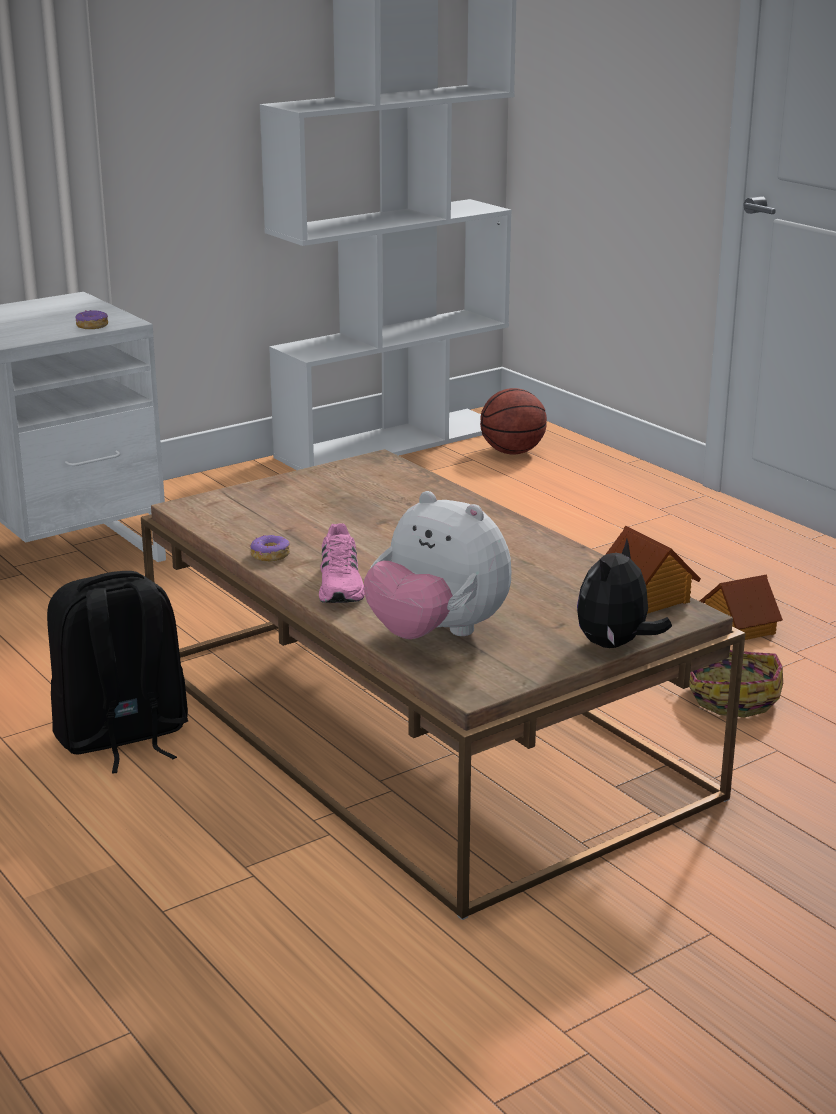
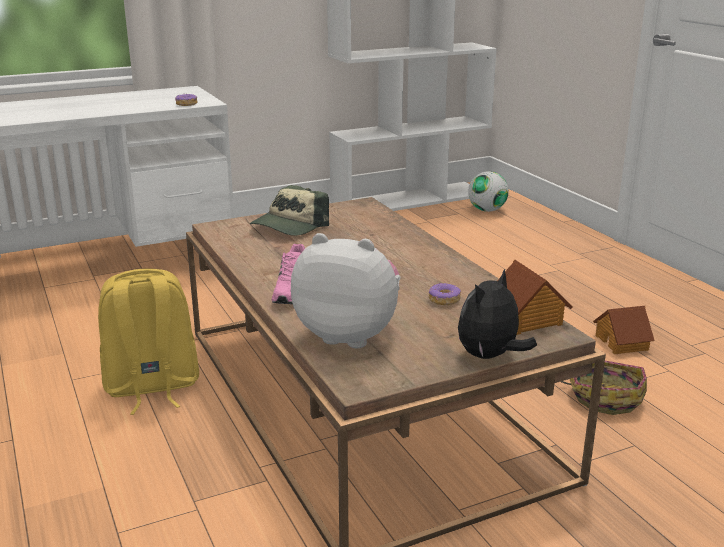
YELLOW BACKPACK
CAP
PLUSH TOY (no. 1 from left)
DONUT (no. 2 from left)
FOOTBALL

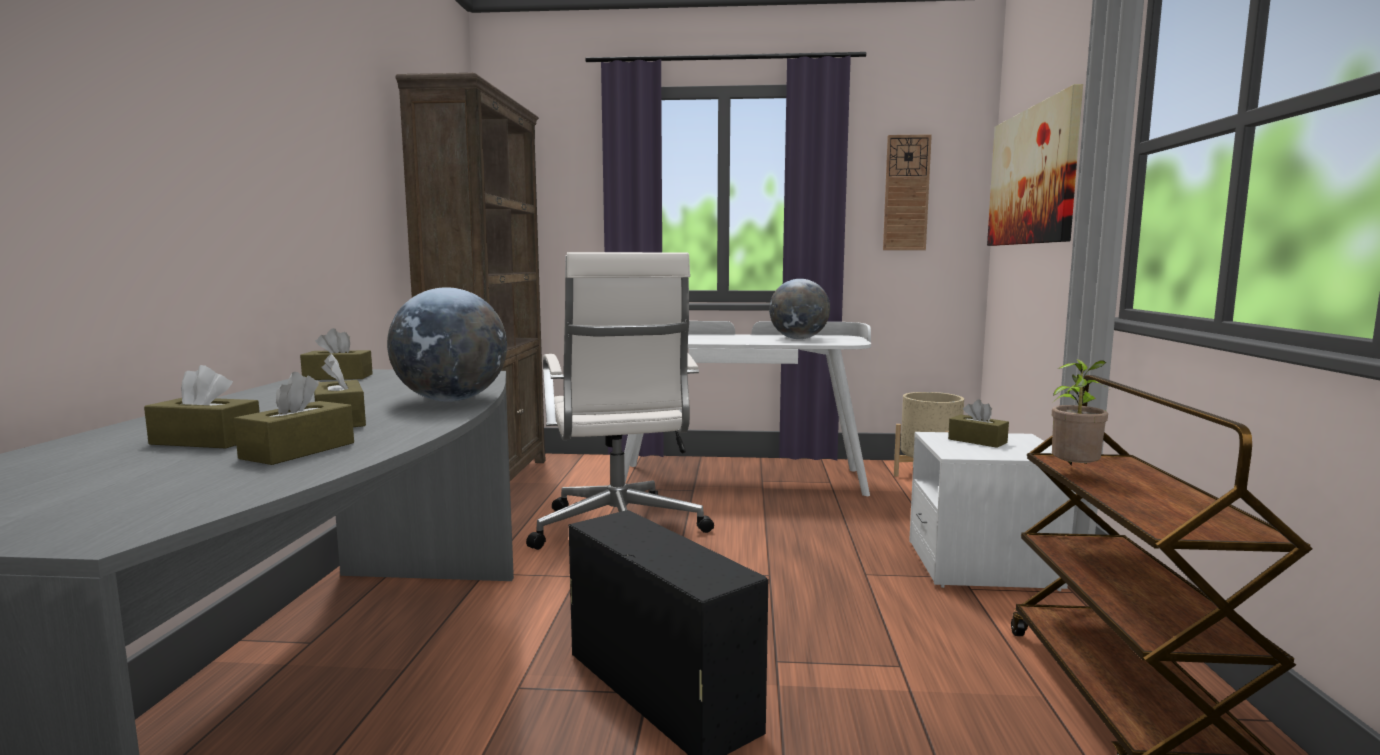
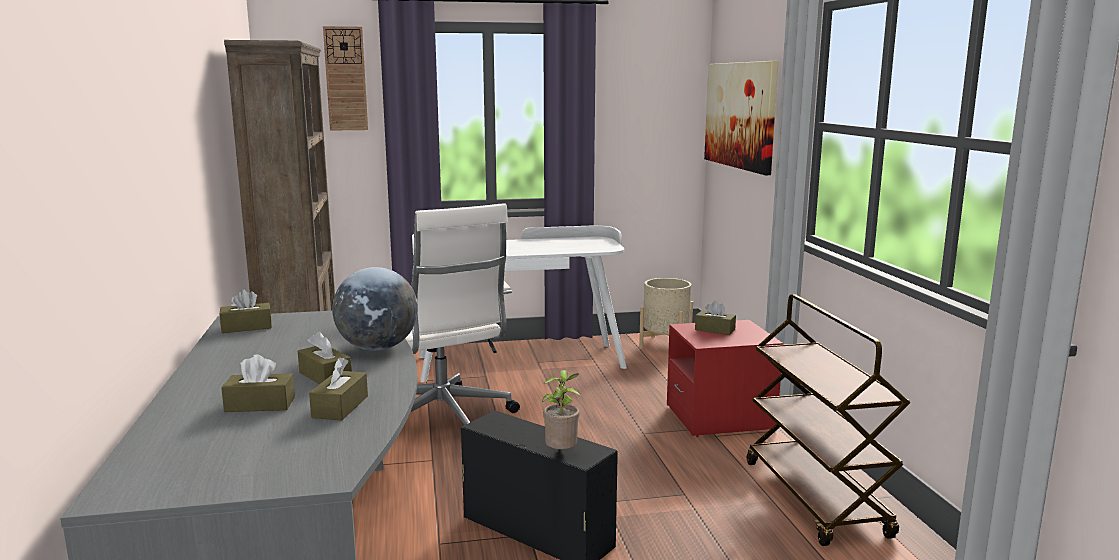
WALL CLOCK
POTTED PLANT
RED NIGHTSTAND
GLOBE (no. 2 from left in the first image)

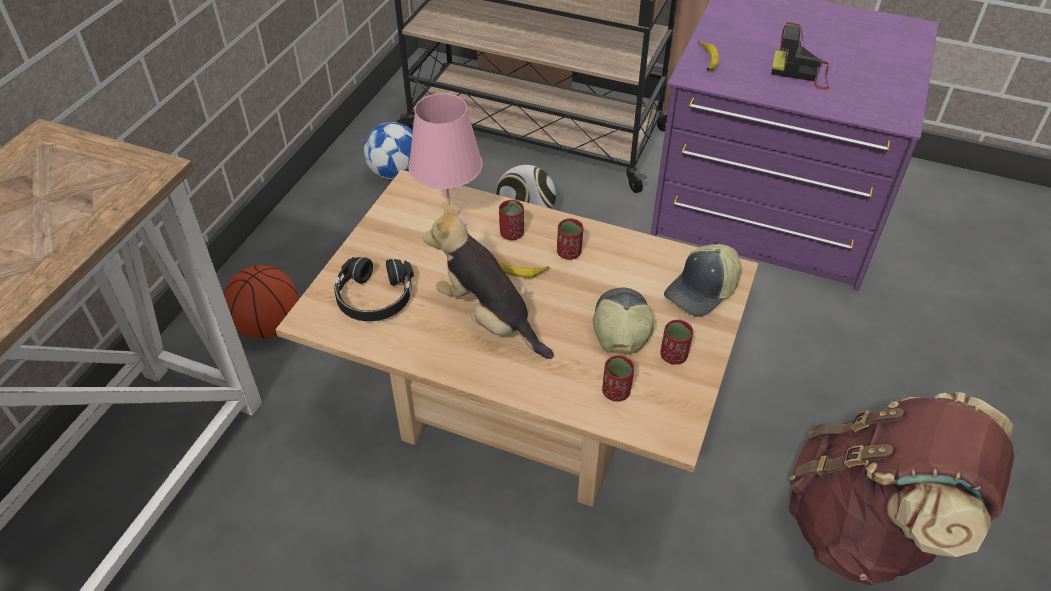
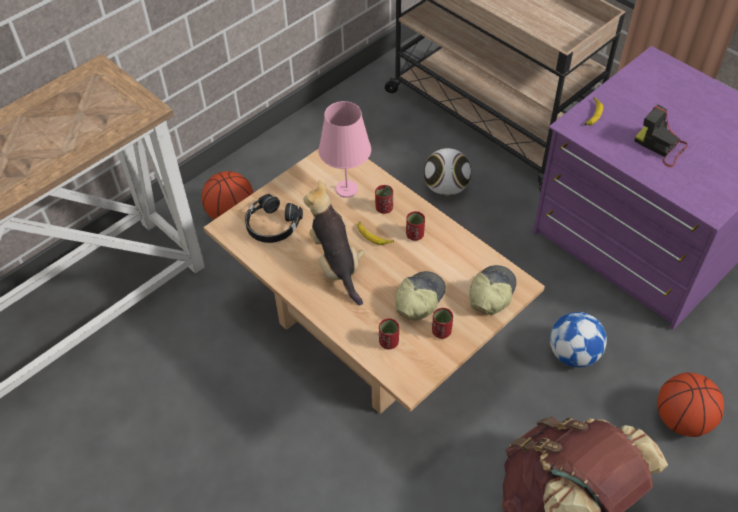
CAP (no. 2 from left)
FOOTBALL (no. 2 from left)
BASKETBALL (no. 2 from left)

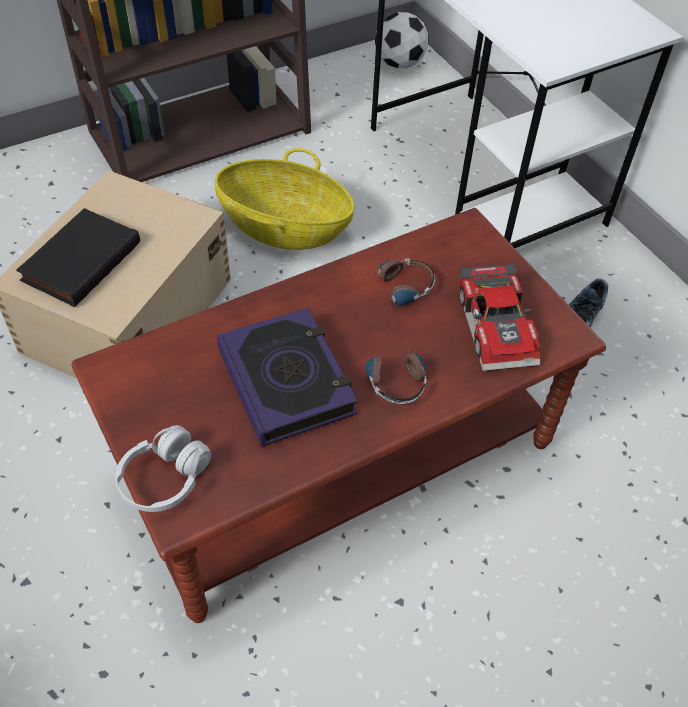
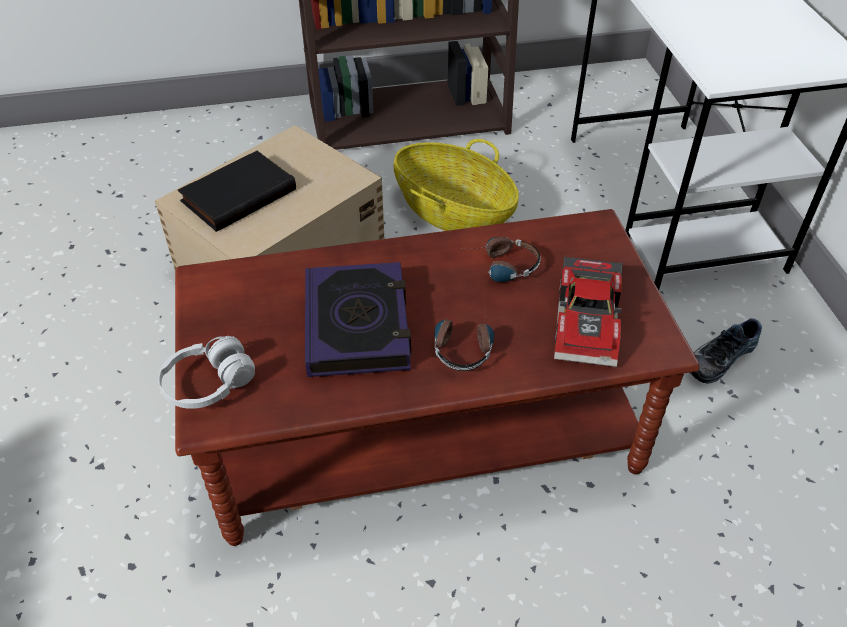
FOOTBALL

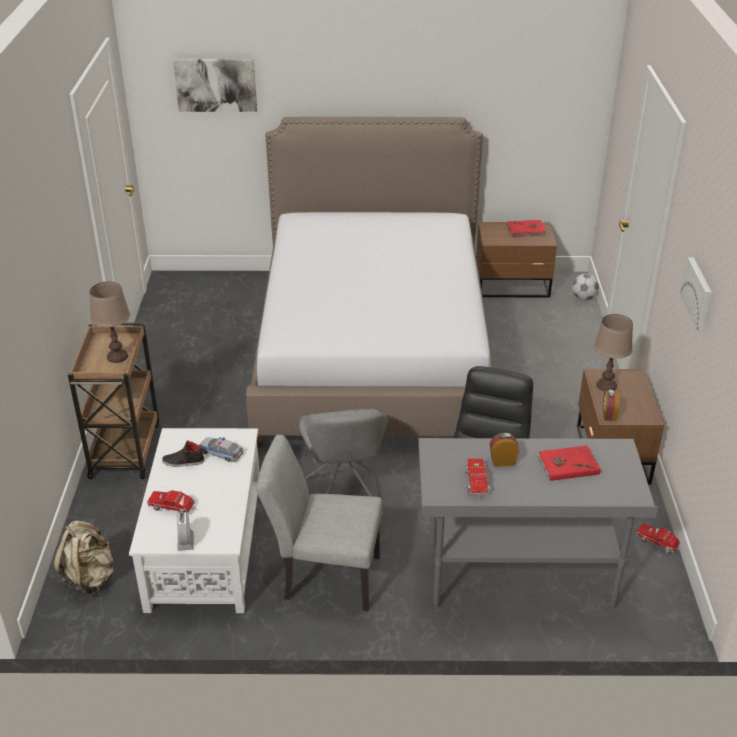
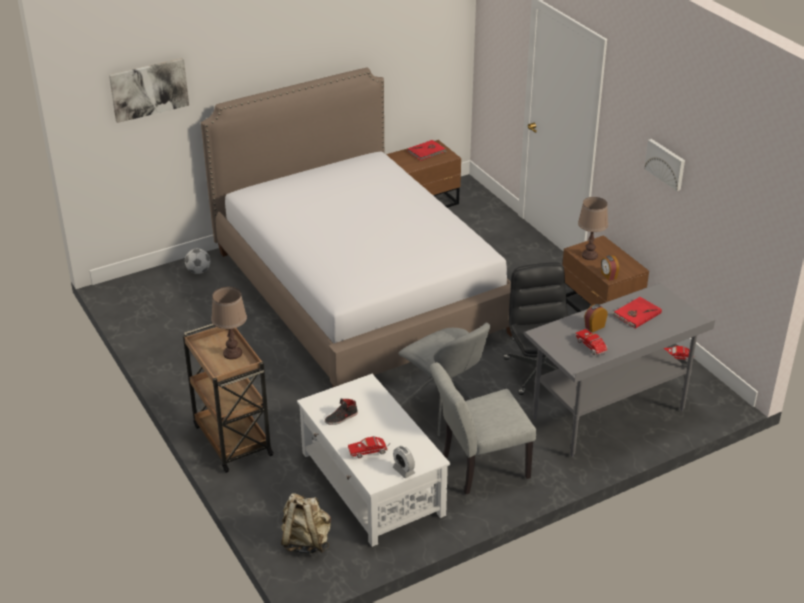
FOOTBALL
TOY CAR

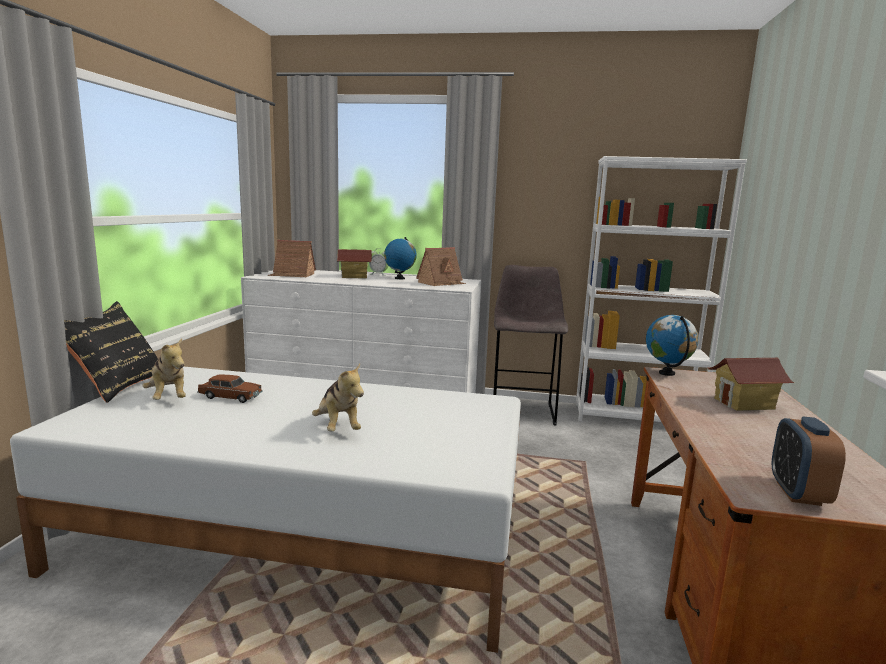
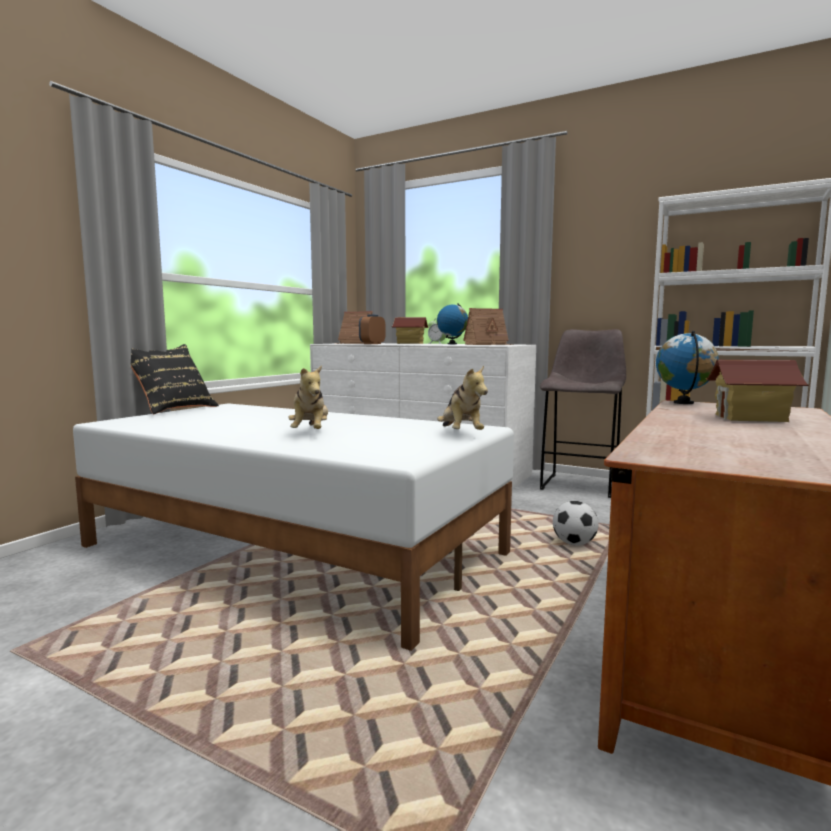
ALARM CLOCK (no. 1 from left)
PLUSH TOY (no. 2 from left)
FOOTBALL
BROWN TOY CAR

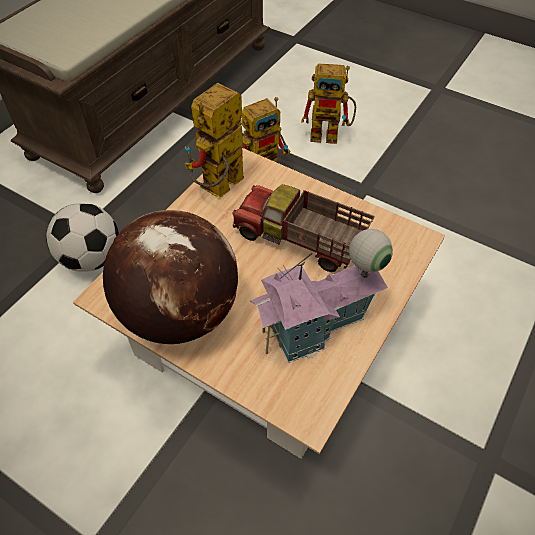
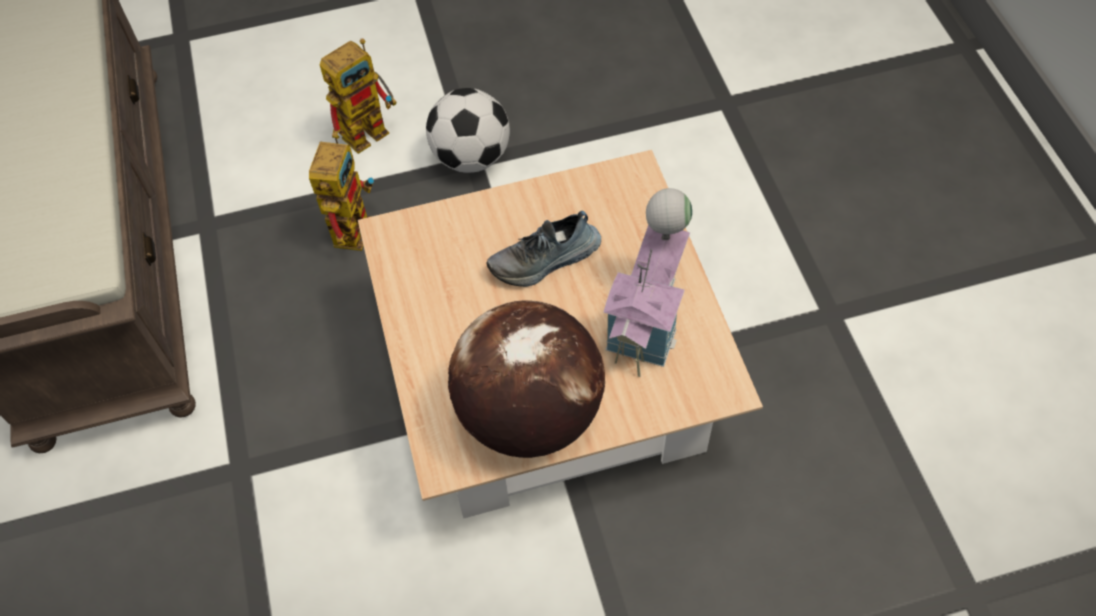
FOOTBALL
SHOE
TOY ROBOT (no. 1 from left in the first image)

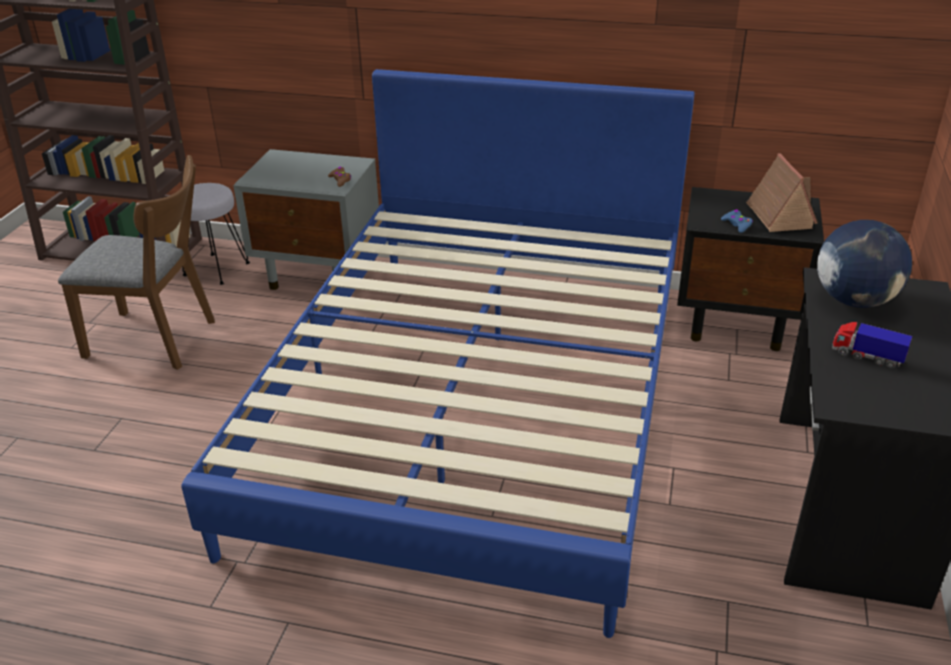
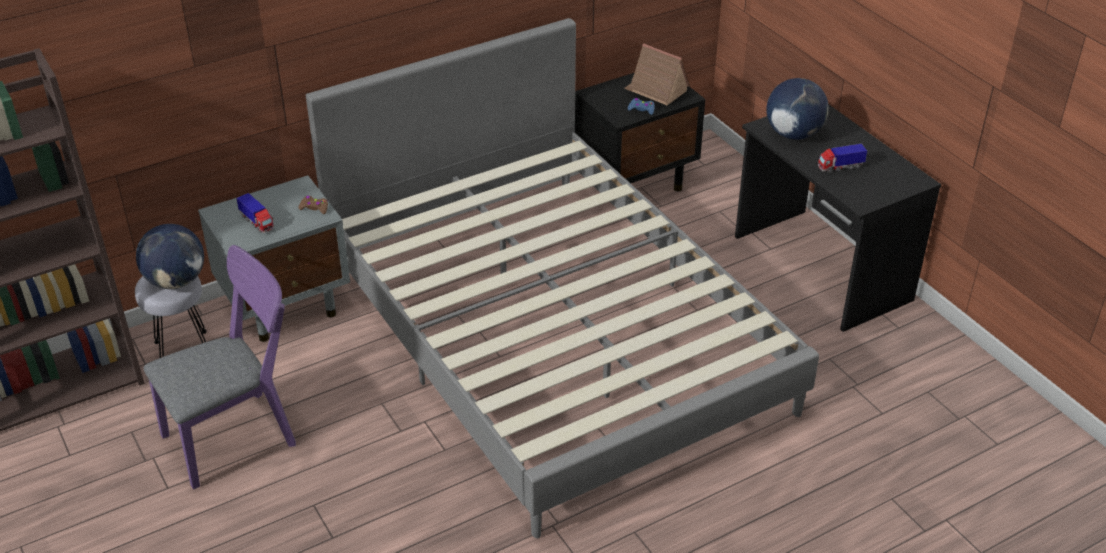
GLOBE (no. 1 from left)
PURPLE CHAIR
TOY TRUCK (no. 1 from left)
GREY BED

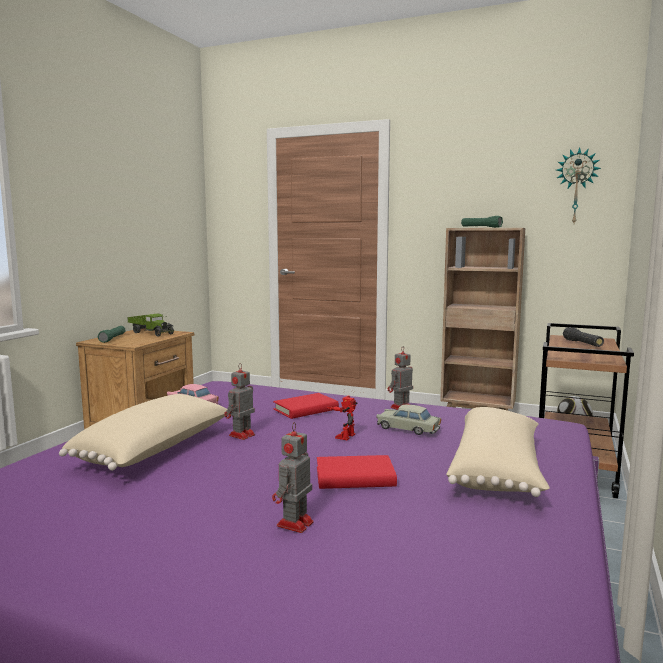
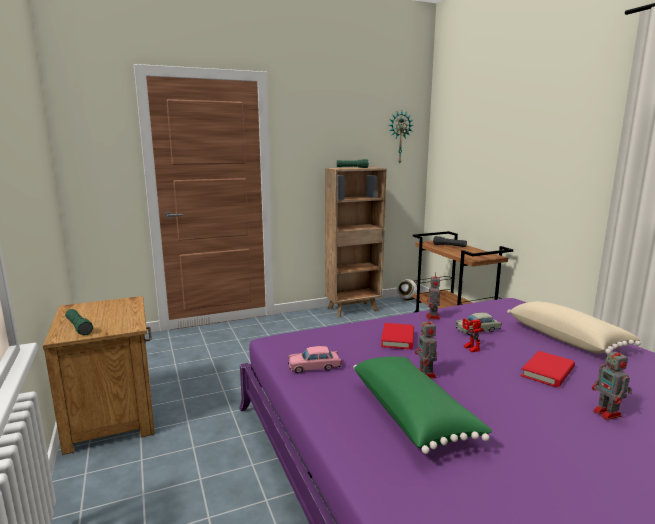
GREEN PILLOW
TOY TRUCK

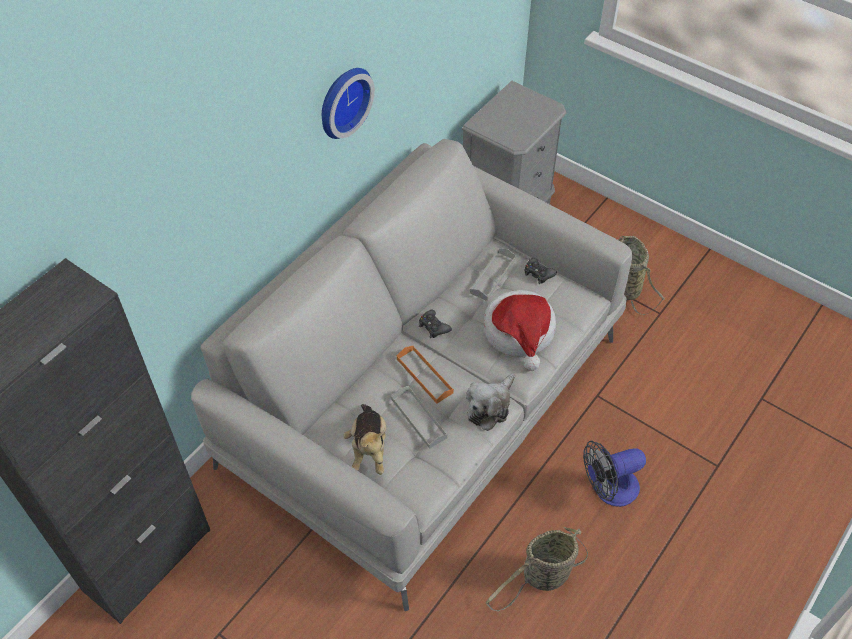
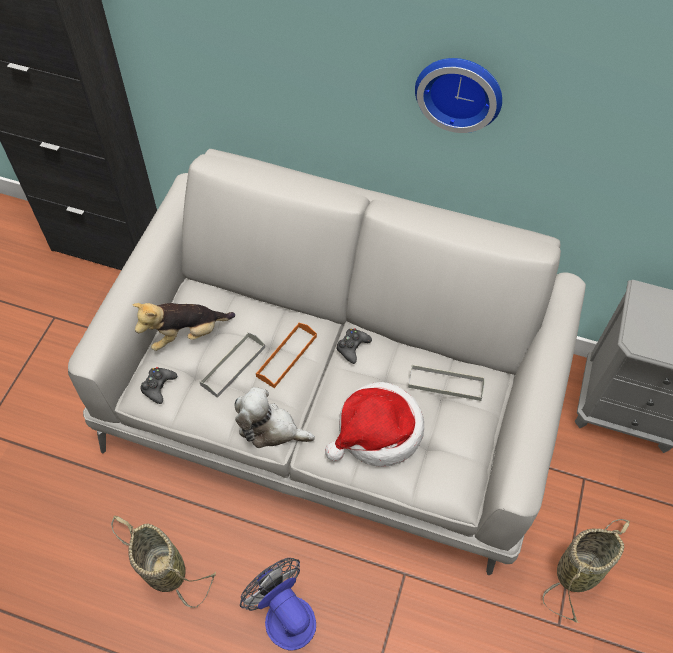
BLACK GAME CONTROLLER (no. 1 from left)

